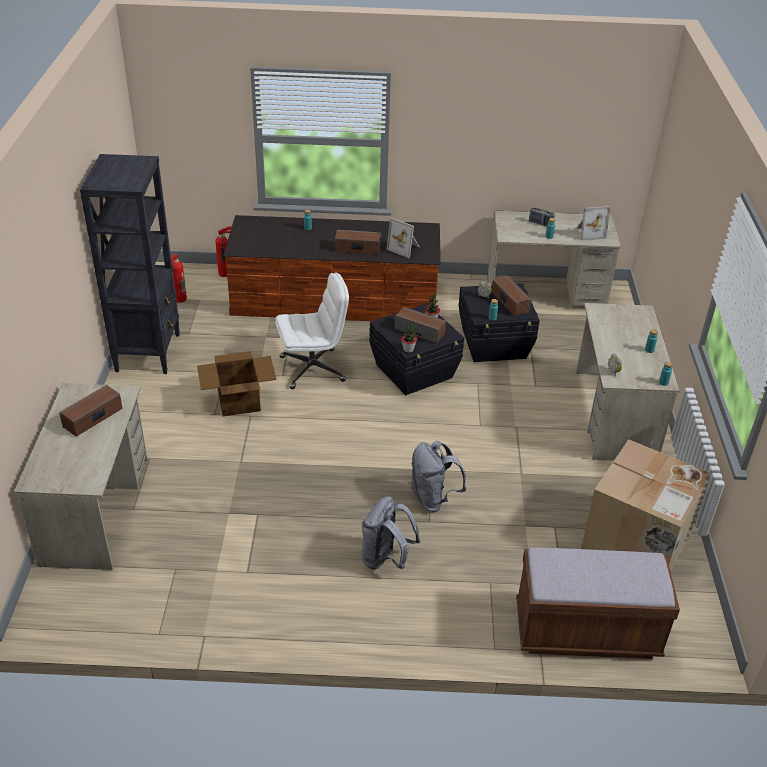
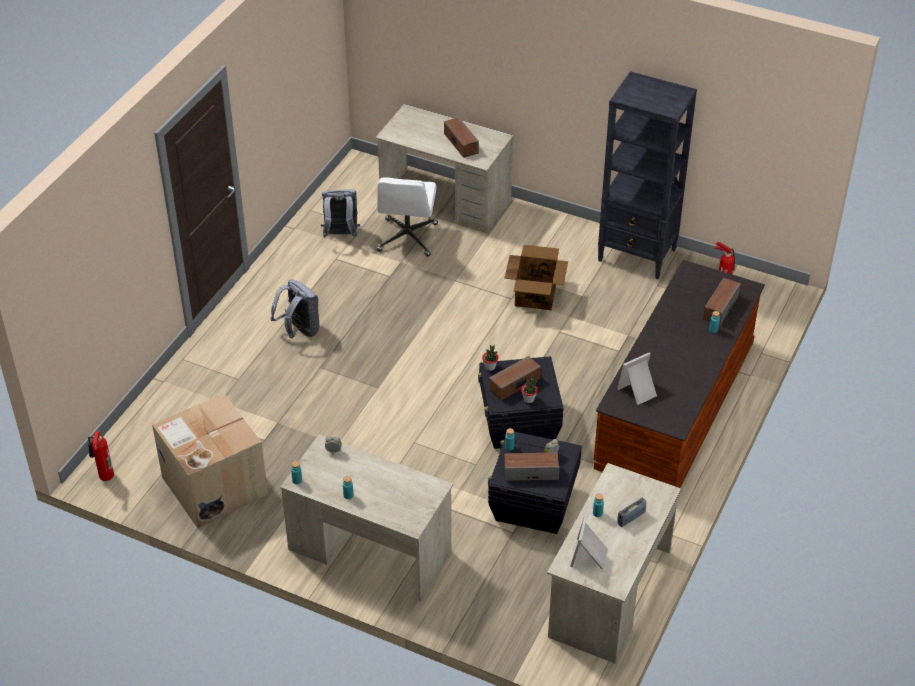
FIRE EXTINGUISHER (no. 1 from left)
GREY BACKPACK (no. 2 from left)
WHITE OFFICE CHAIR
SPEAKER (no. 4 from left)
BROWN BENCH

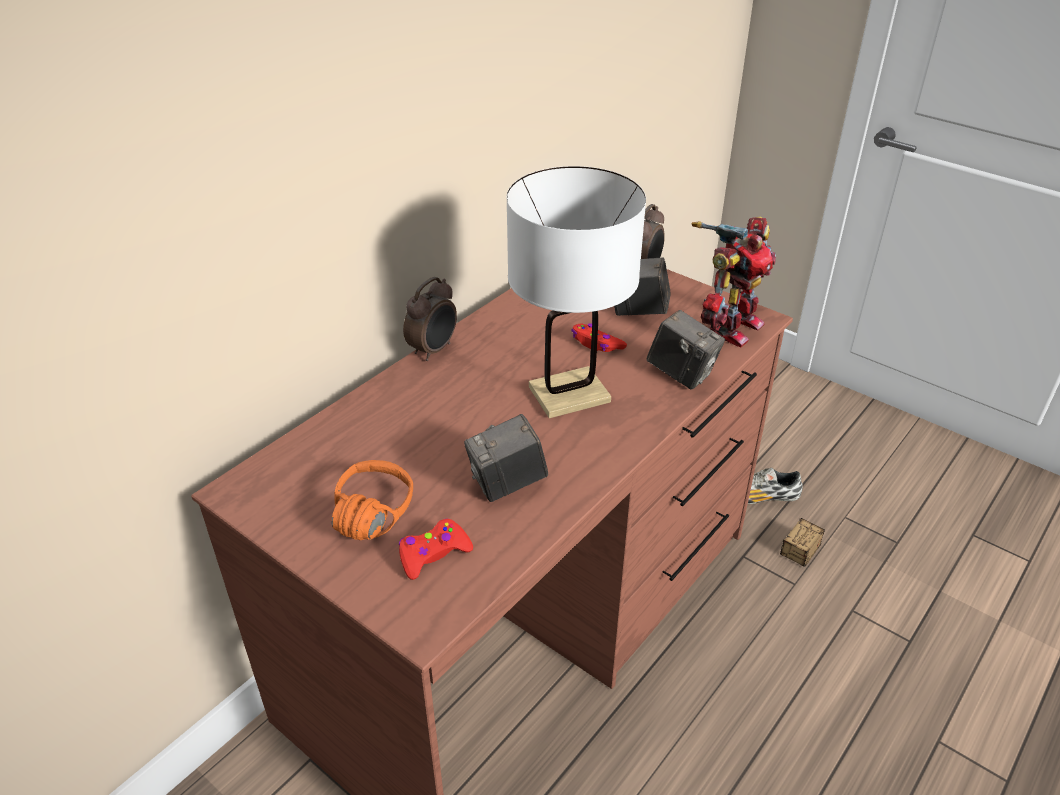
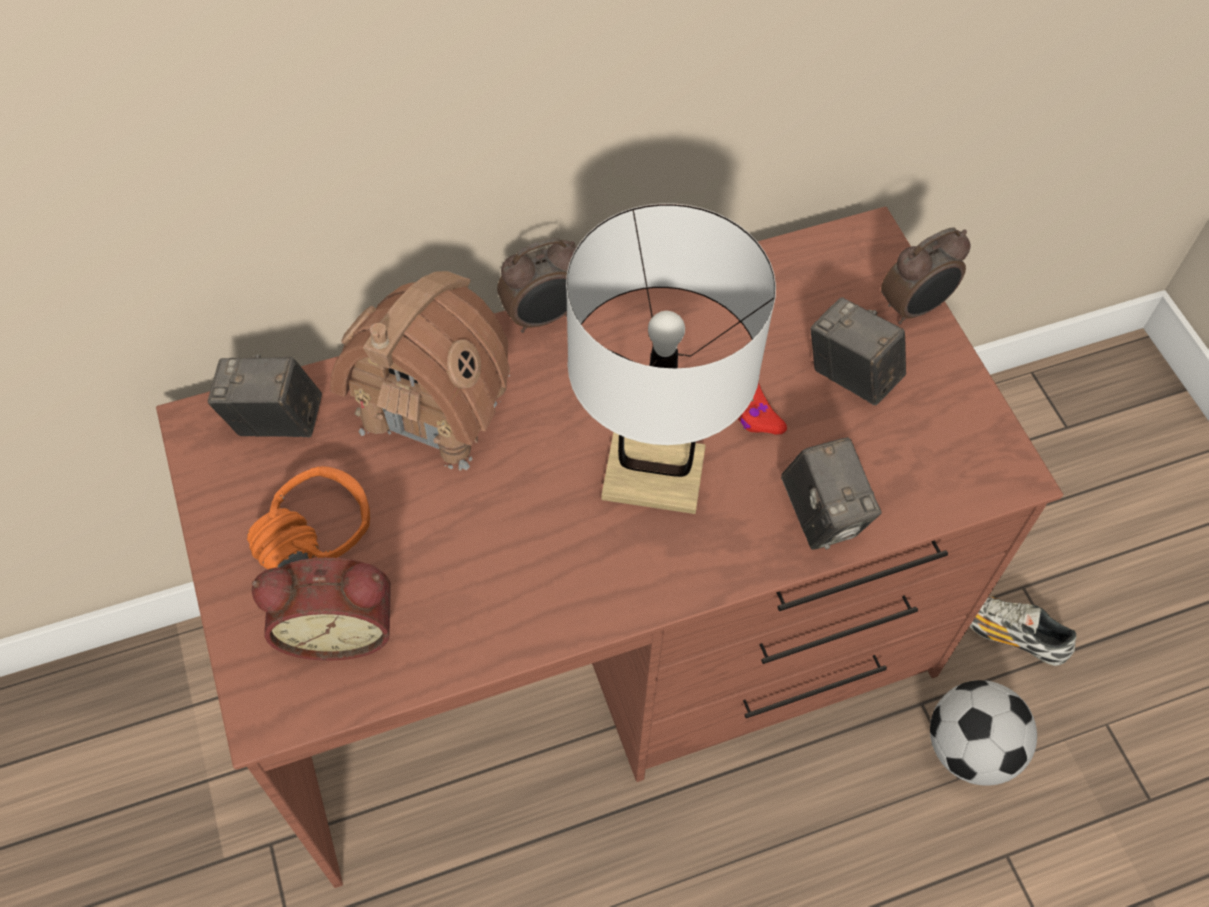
PHOTO CAMERA (no. 1 from left)
ALARM CLOCK (no. 1 from left)
TOY HOUSE
FOOTBALL
TOY ROBOT

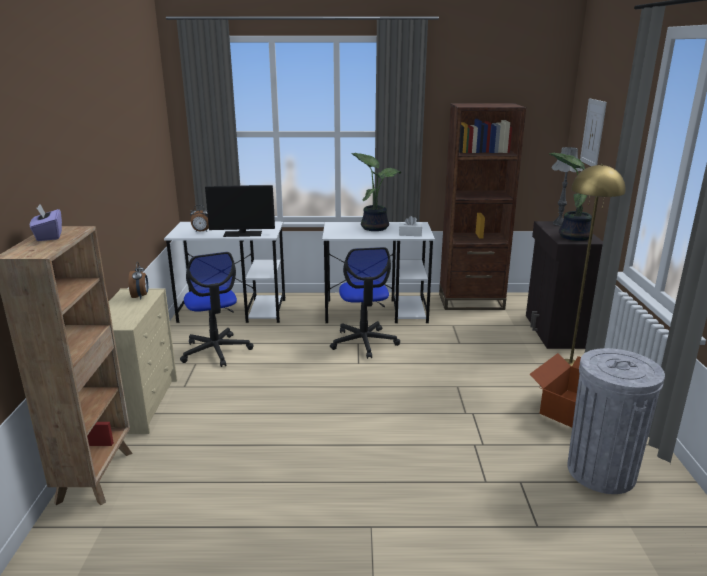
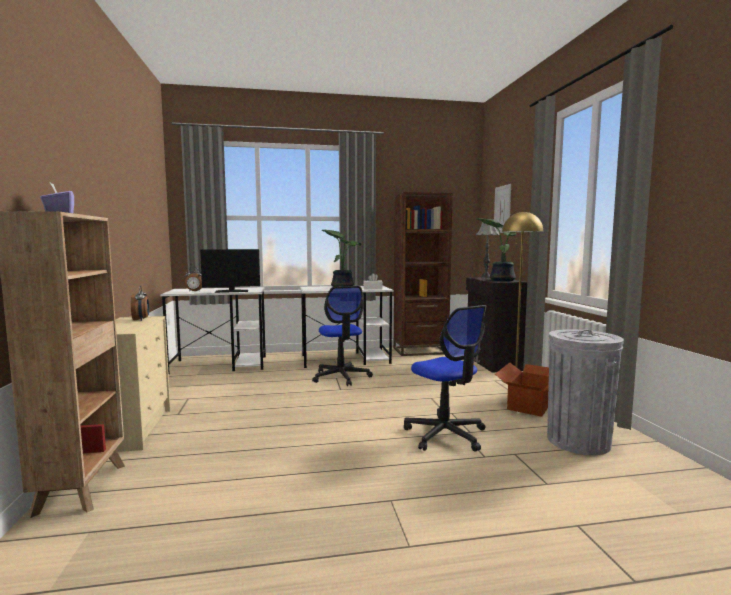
OFFICE CHAIR (no. 2 from left)

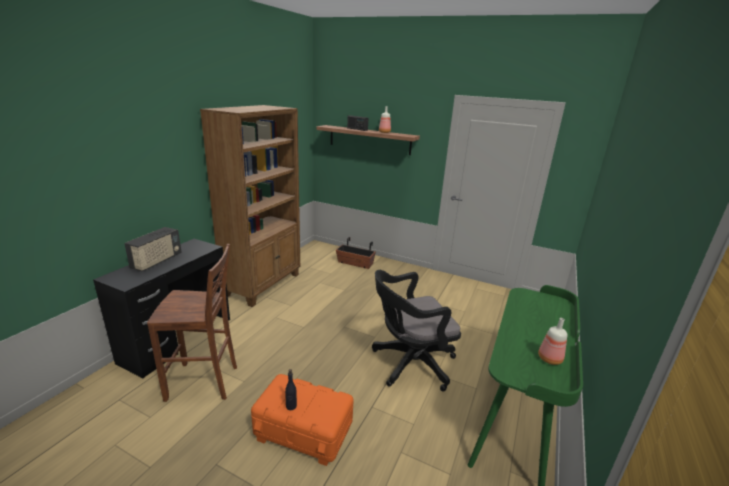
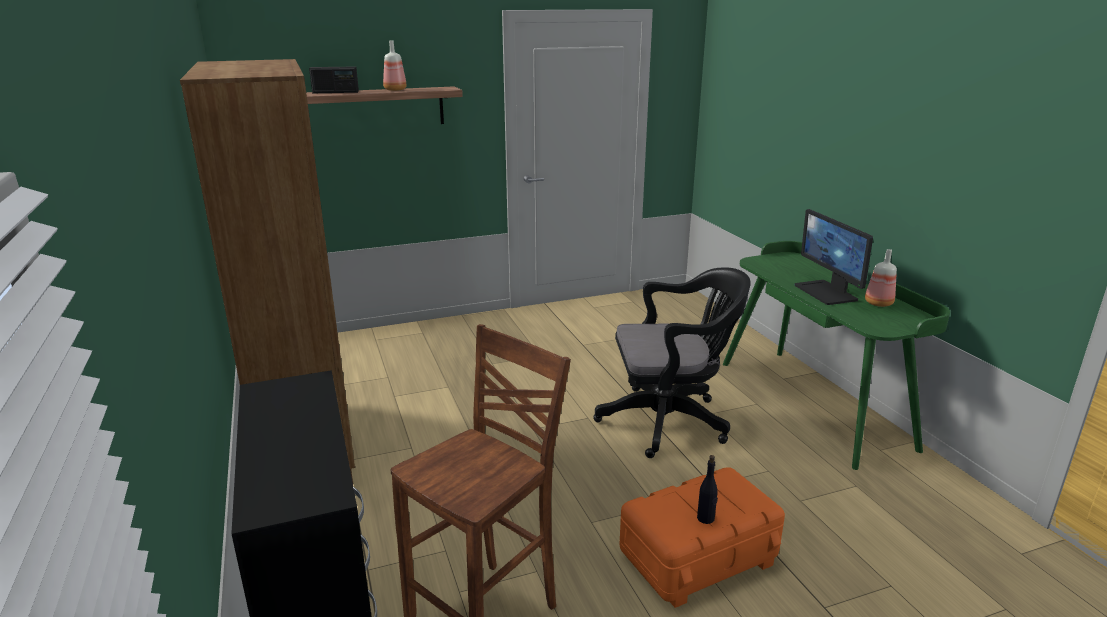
BLACK OFFICE CHAIR
MONITOR
RADIO (no. 1 from left in the first image)
PLANTER

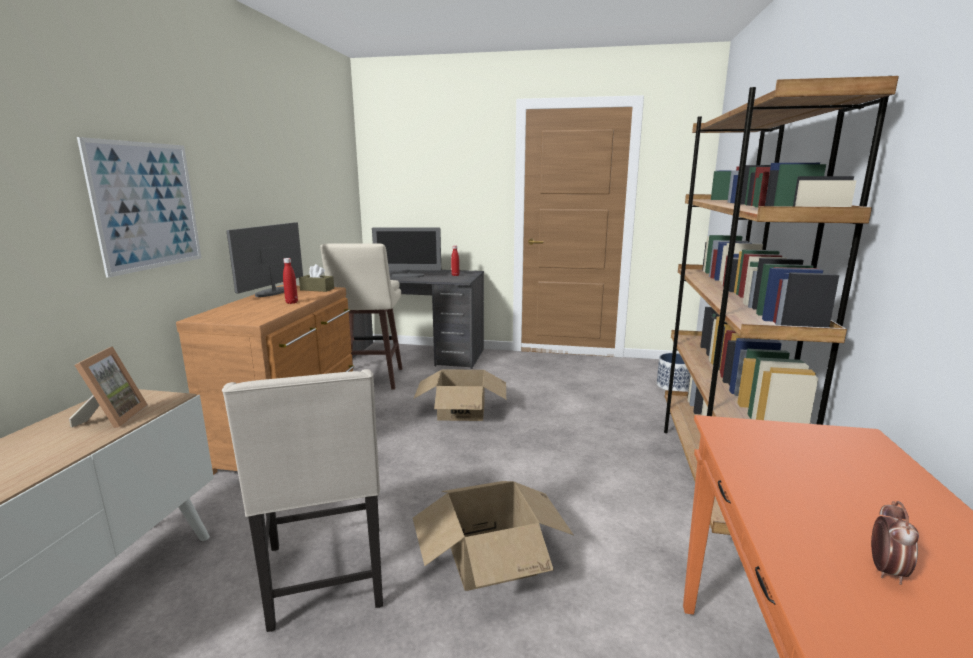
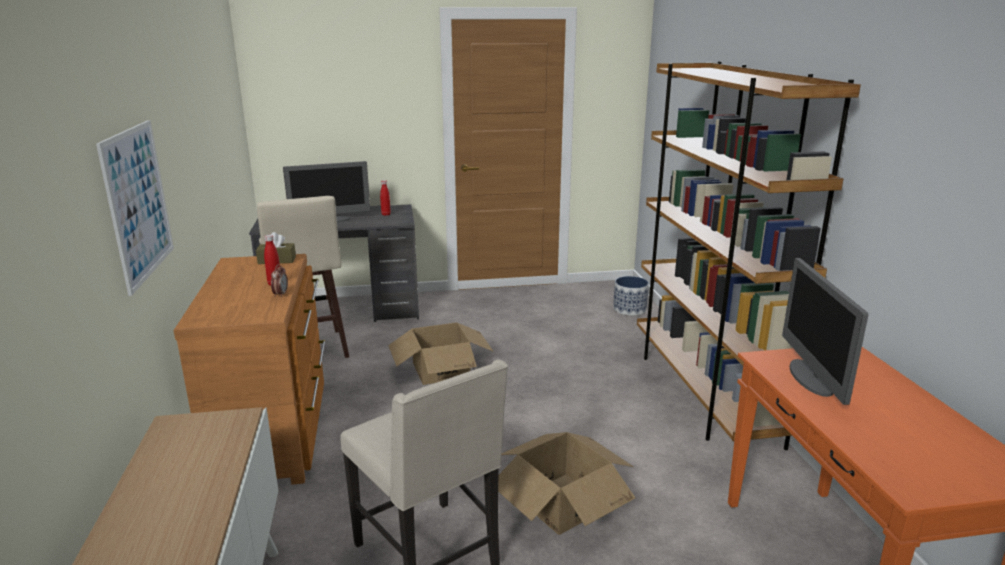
ALARM CLOCK
MONITOR (no. 2 from left)
PICTURE FRAME

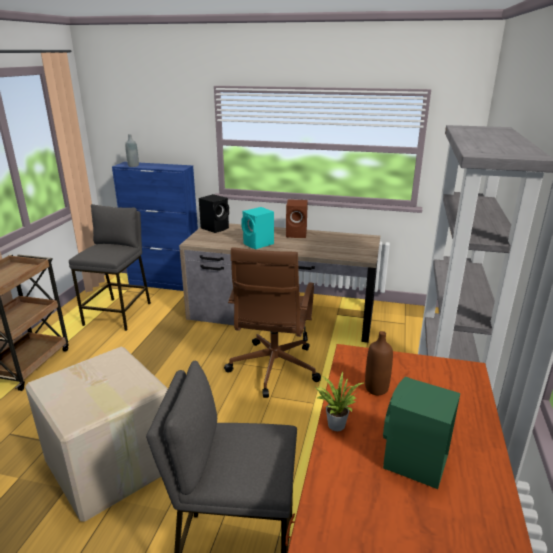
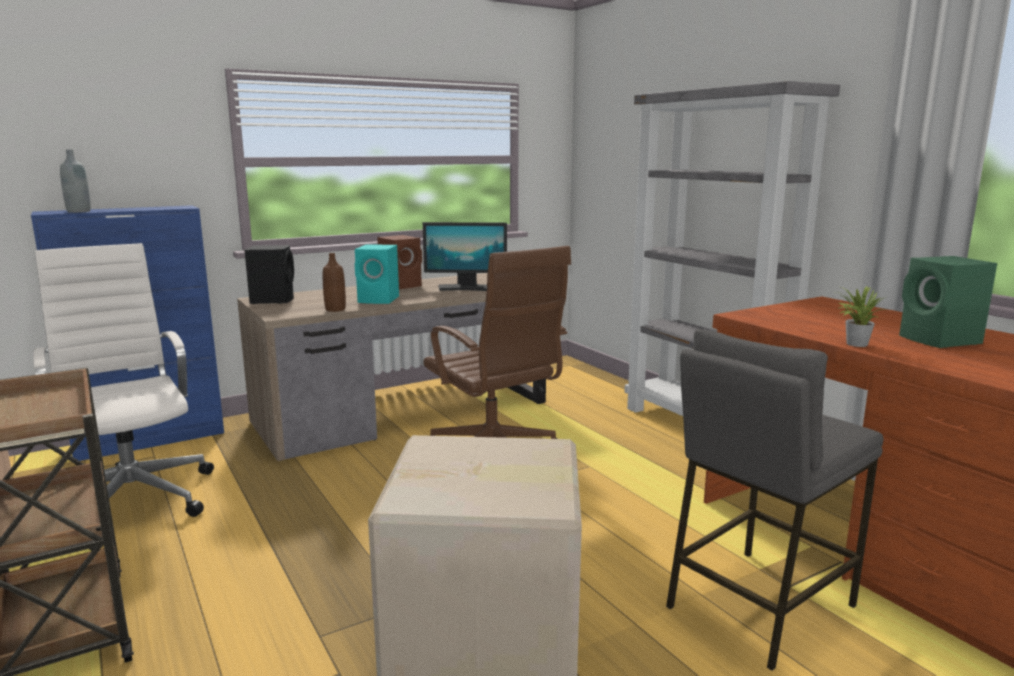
WHITE OFFICE CHAIR
BROWN BOTTLE
MONITOR

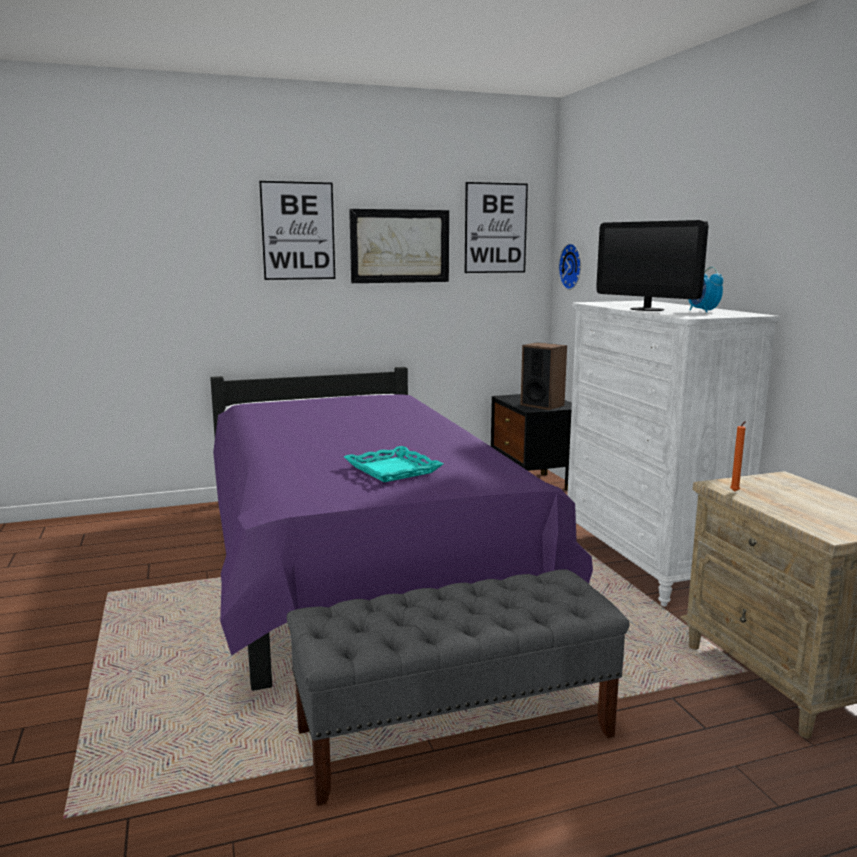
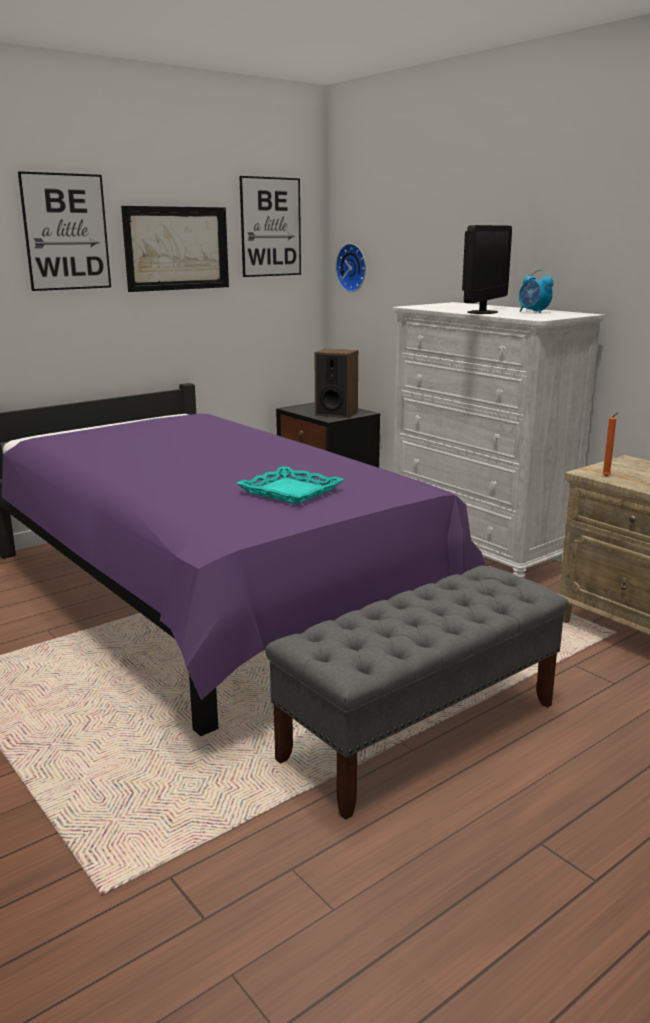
MONITOR

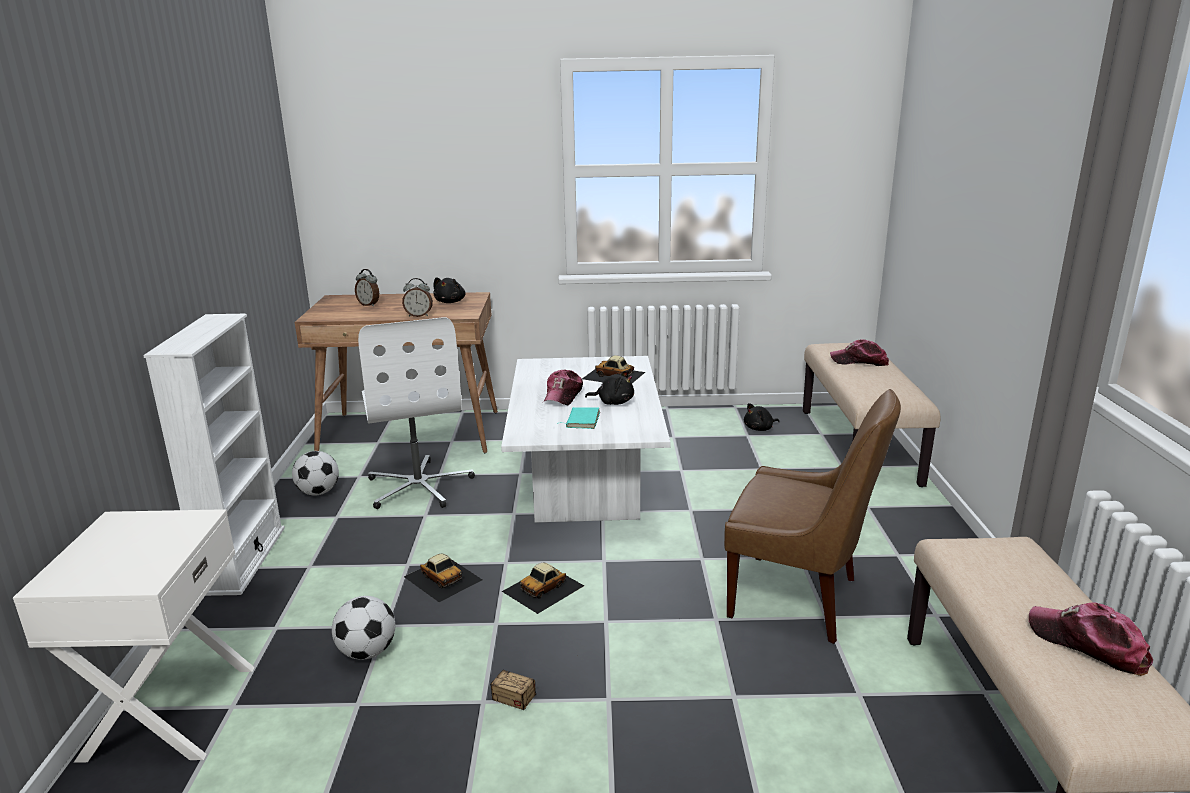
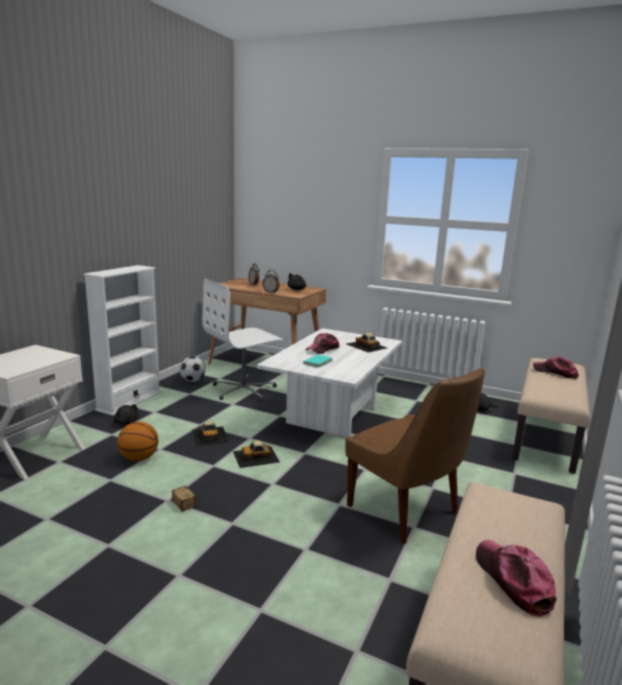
BLACK PLUSH TOY (no. 1 from left)
BASKETBALL
WHITE OFFICE CHAIR

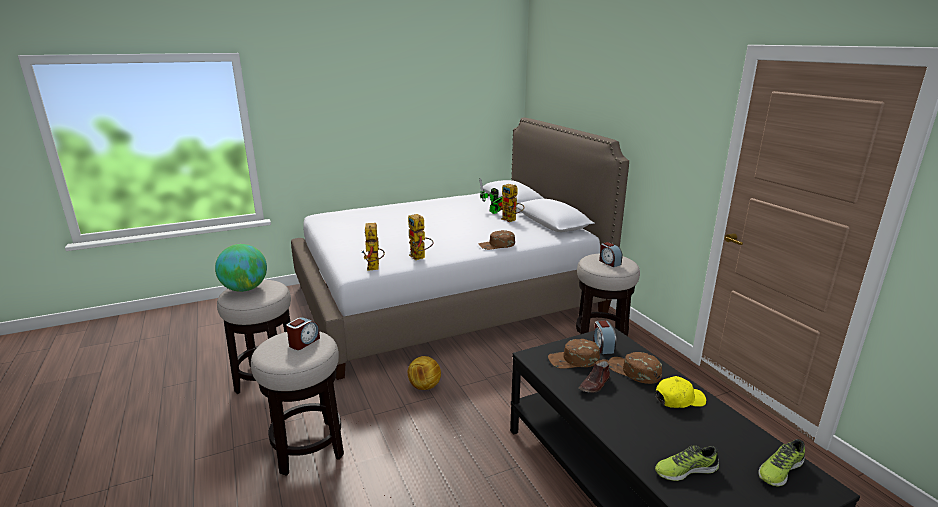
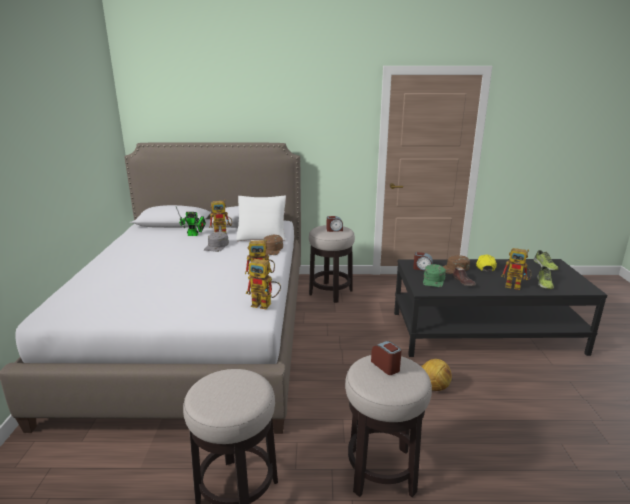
GREY CAP
WHITE PILLOW
FOOTBALL
GREEN CAP
TOY ROBOT (no. 5 from left)
GLOBE

